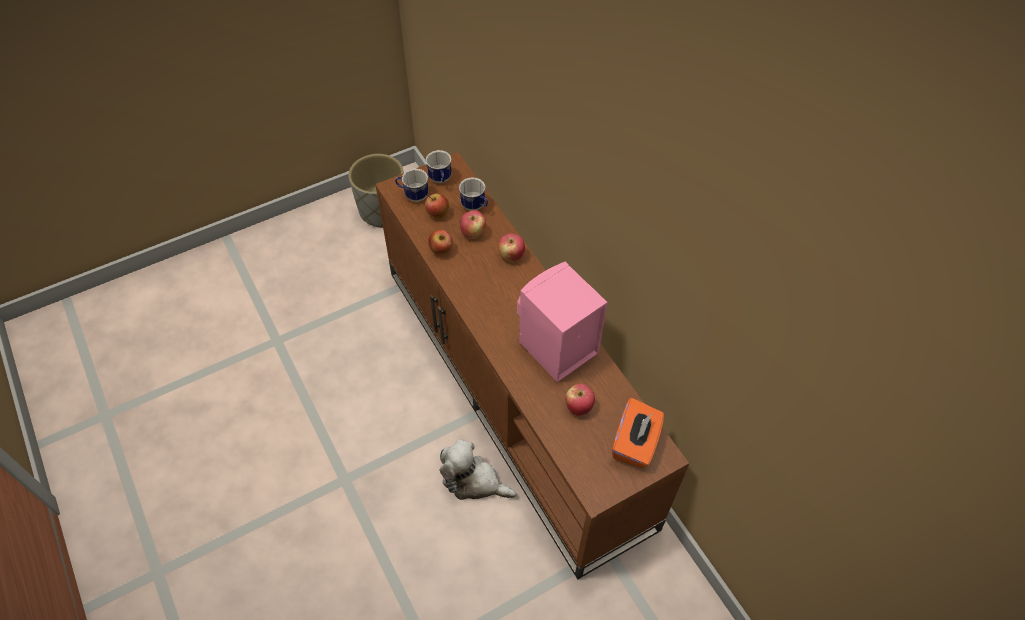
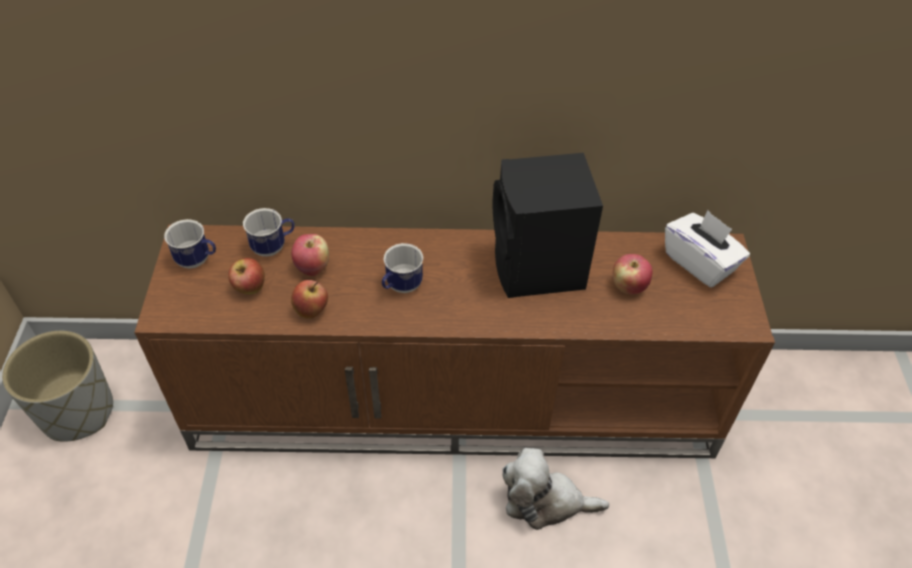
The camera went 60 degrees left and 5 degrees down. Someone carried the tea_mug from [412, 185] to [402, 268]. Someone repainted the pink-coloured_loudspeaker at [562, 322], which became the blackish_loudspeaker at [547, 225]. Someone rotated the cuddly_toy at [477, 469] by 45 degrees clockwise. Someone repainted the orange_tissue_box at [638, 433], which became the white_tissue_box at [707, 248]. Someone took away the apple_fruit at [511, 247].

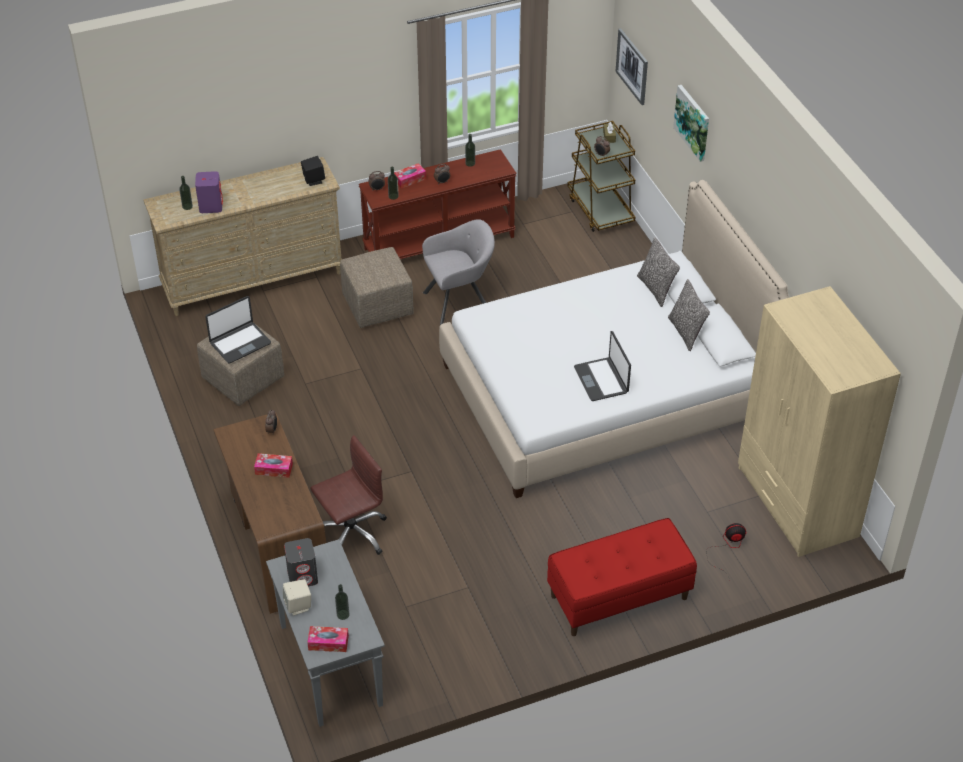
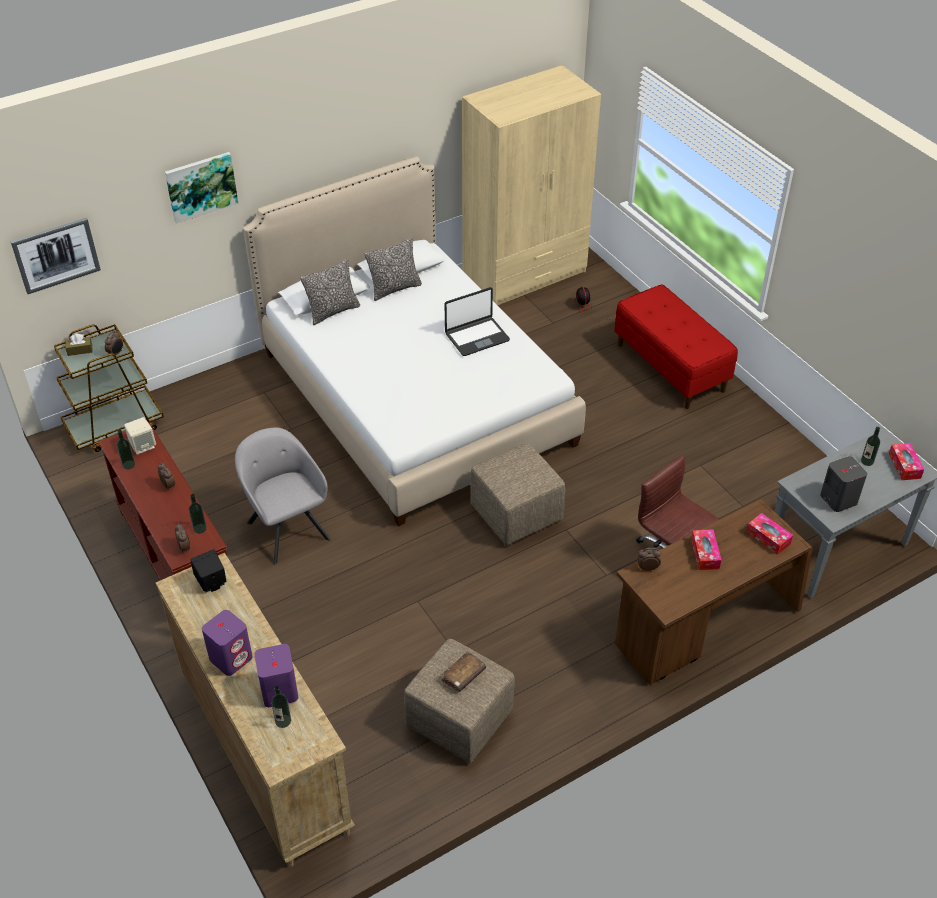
The camera went 100 degrees left and 0 degrees up. Someone carried the beige-coloured_loudspeaker from [297, 597] to [140, 436]. Someone put down the purple_loudspeaker at [227, 643]. Someone swapped the notebook_computer at [238, 329] for the brown_volume at [463, 671]. Someone carried the beige-coloured_pouffe from [377, 287] to [517, 494]. Someone carried the tissue_box from [410, 176] to [769, 534].

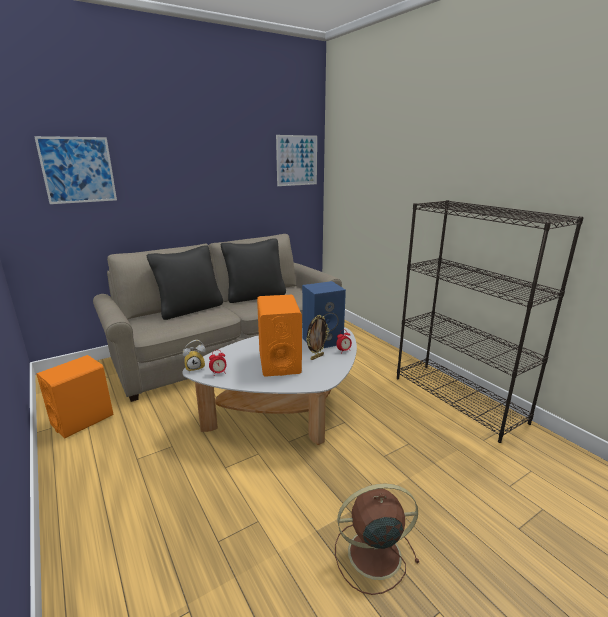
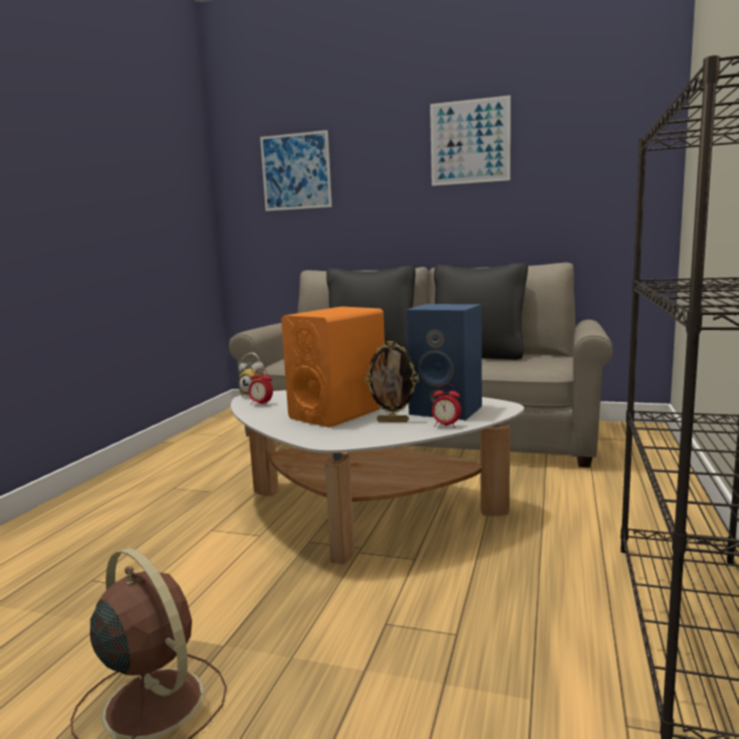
The camera went 50 degrees right and 10 degrees down. Someone carried the wall_picture from [296, 160] to [470, 140]. Someone took away the orange_loudspeaker at [74, 397].

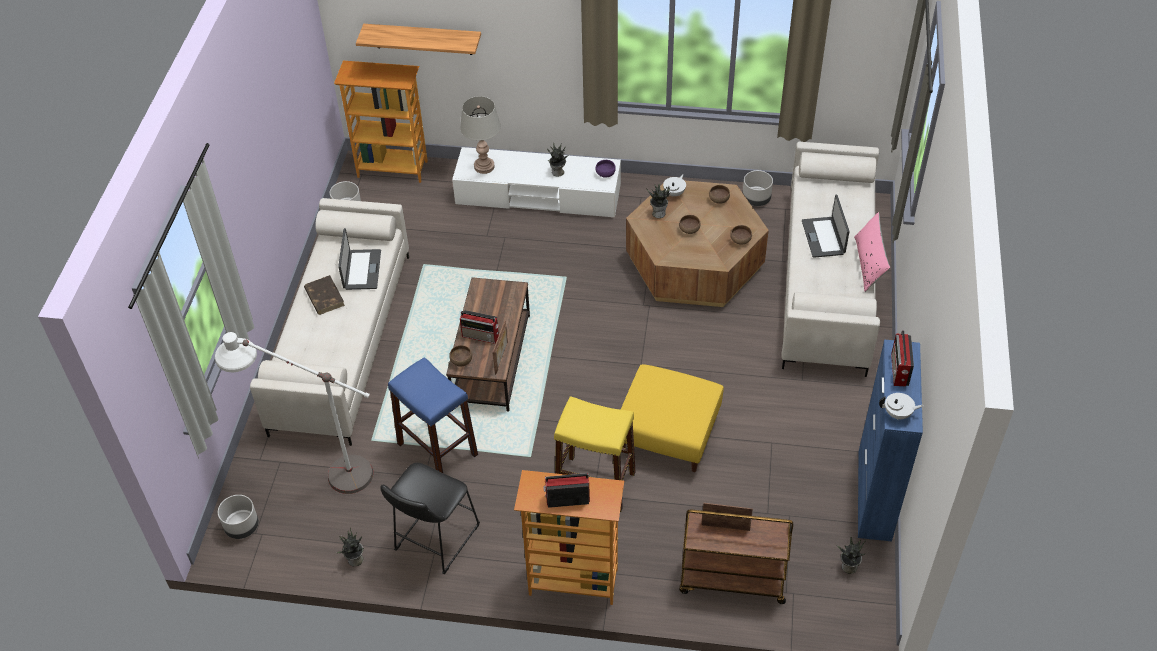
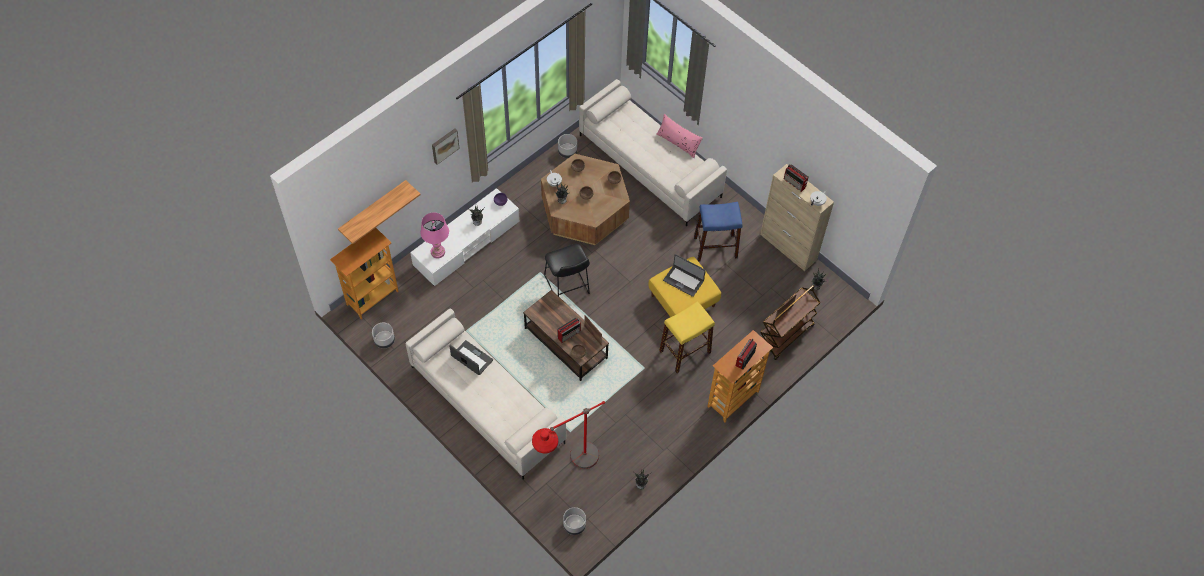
The camera went 55 degrees left and 10 degrees up. Someone repainted the gray_lamp_for_a_table at [480, 135], which became the pink-coloured_lamp_for_a_table at [434, 235]. Someone put up the wall_picture at [446, 147]. Someone repainted the white_floor_lamp at [294, 413], which became the red-coloured_floor_lamp at [568, 435]. Someone carried the blackish_stool from [430, 518] to [567, 270]. Someone carried the notebook_computer from [826, 226] to [684, 275]. Someone carried the blue-coloured_stool from [433, 415] to [718, 231]. Someone repainted the blue-coloured_cabinet at [890, 440], which became the beige-coloured_cabinet at [797, 217]. Someone took away the brown_volume at [324, 295].

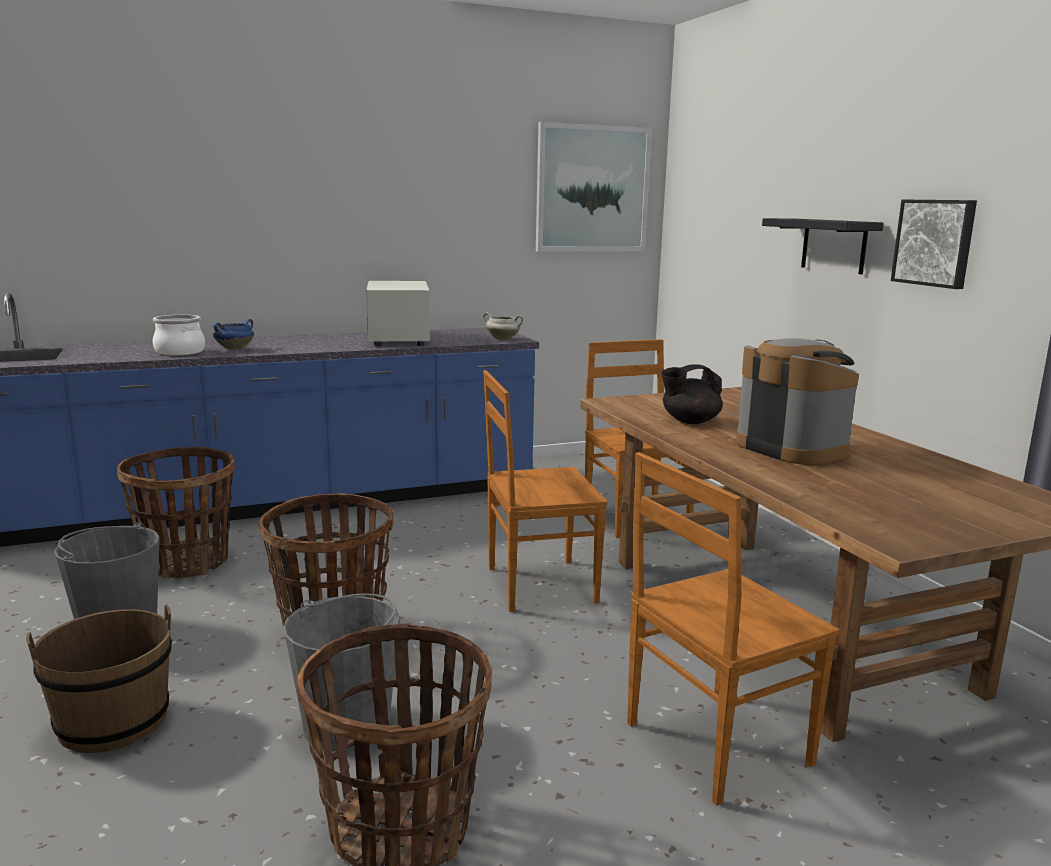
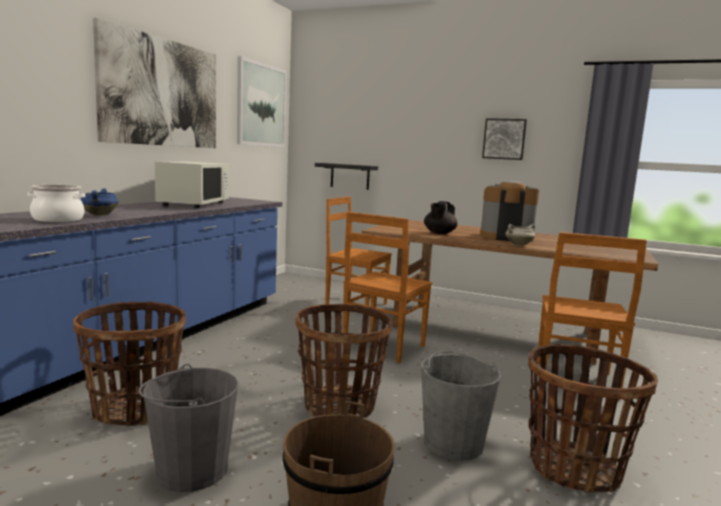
The camera went 45 degrees left and 5 degrees down. Someone put up the wall_picture at [154, 83]. Someone rotated the white_kitchen_microwave at [398, 313] by 120 degrees counterclockwise. Someone carried the blackish_wall_shelf from [823, 246] to [346, 176]. Someone carried the white_saucepot from [503, 326] to [520, 235].

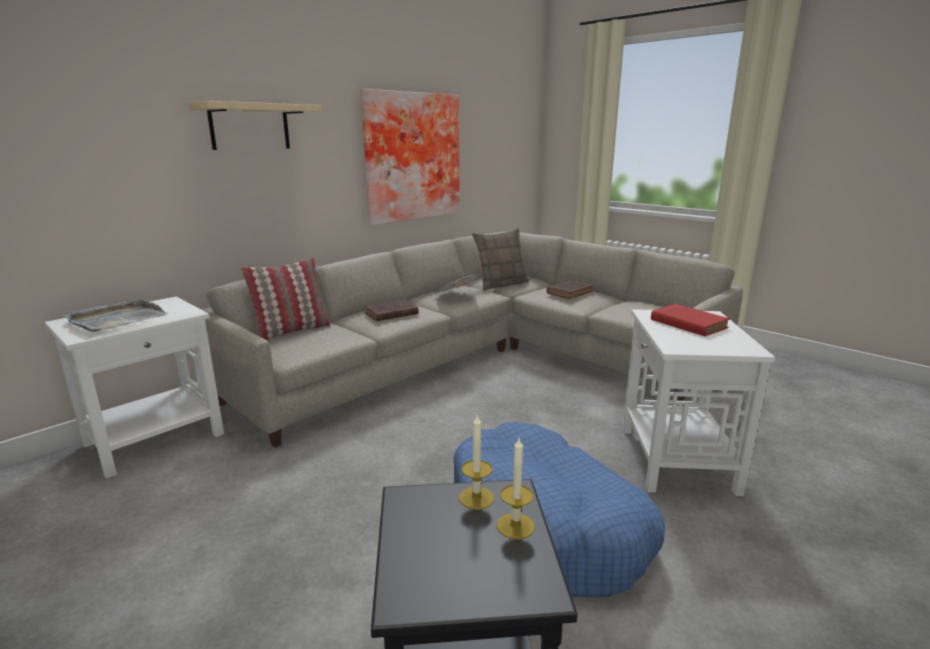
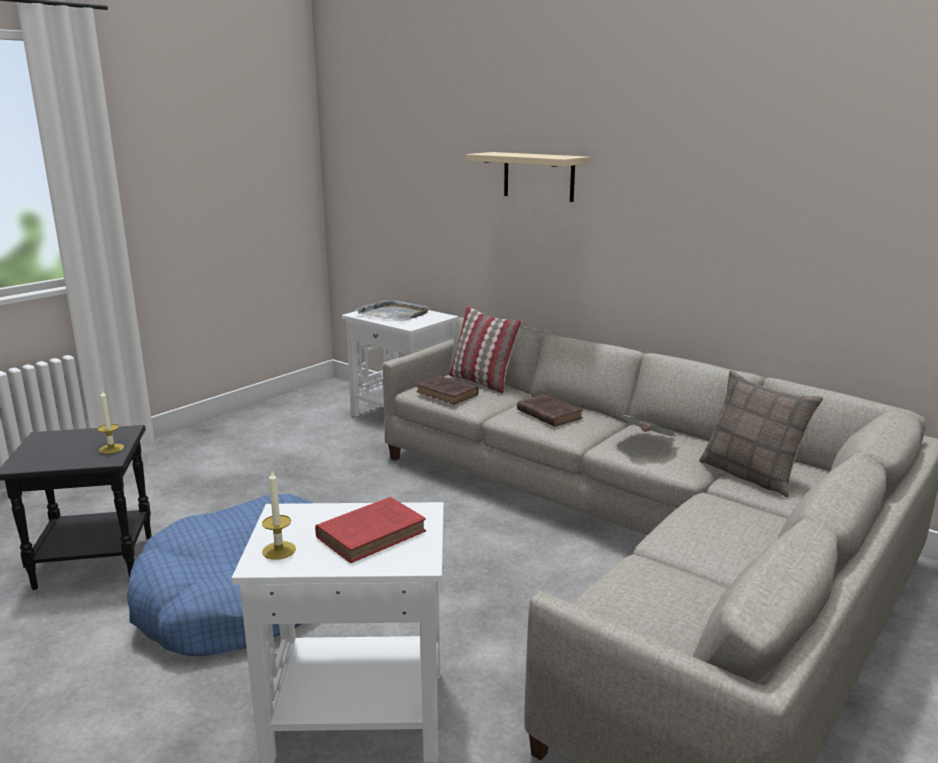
The camera went 85 degrees right and 0 degrees up. Someone carried the candle from [516, 489] to [279, 515]. Someone carried the brown_volume from [570, 289] to [447, 390]. Someone took away the wall_picture at [410, 157].

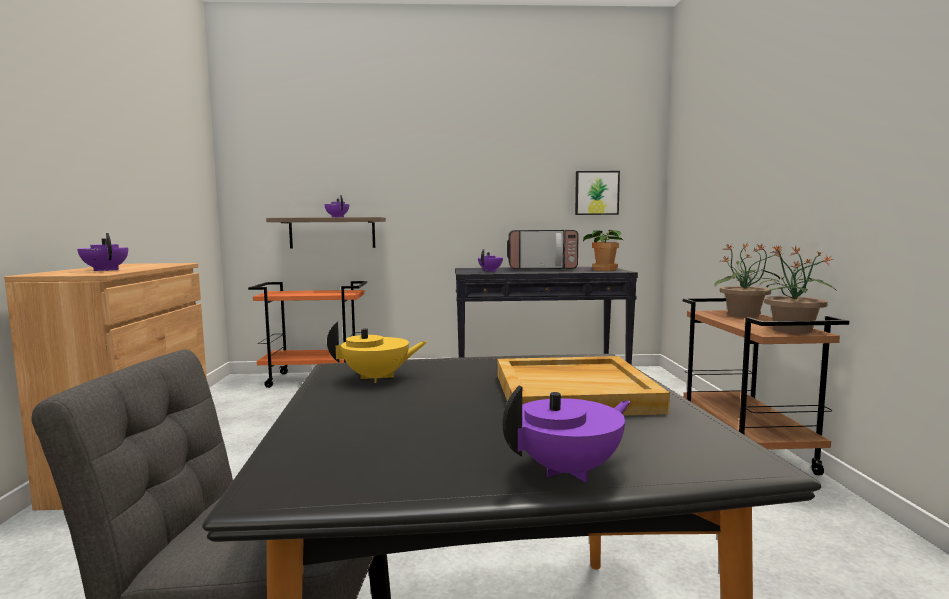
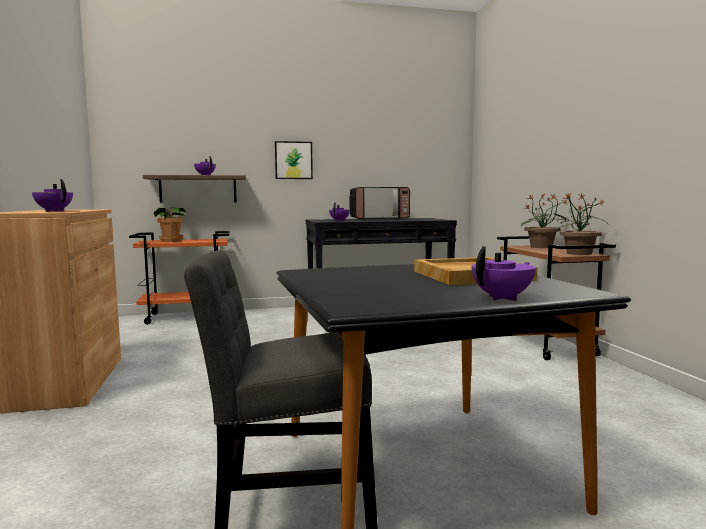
The camera went 10 degrees left and 0 degrees up. Someone carried the houseplant from [603, 250] to [170, 224]. Someone carried the wall_picture from [597, 193] to [294, 160]. Someone took away the yellow-coloured_teapot at [377, 352].

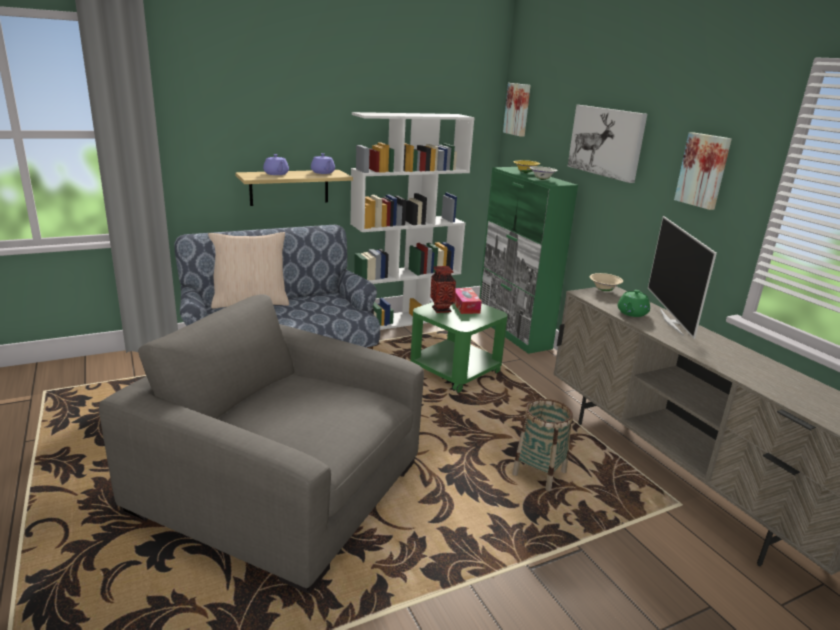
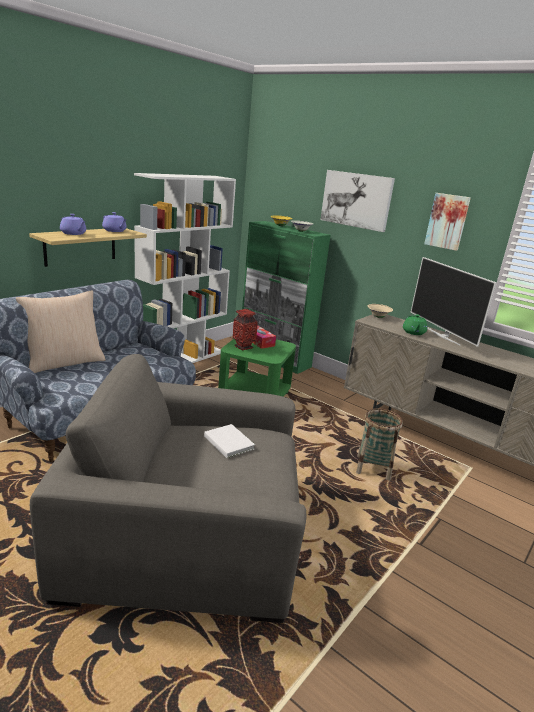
The camera went 25 degrees left and 0 degrees up. Someone put down the white_volume at [229, 441]. Someone took away the wall_picture at [517, 110].

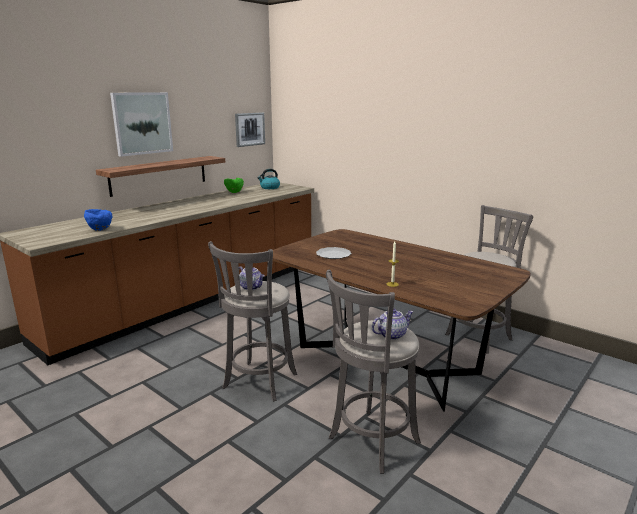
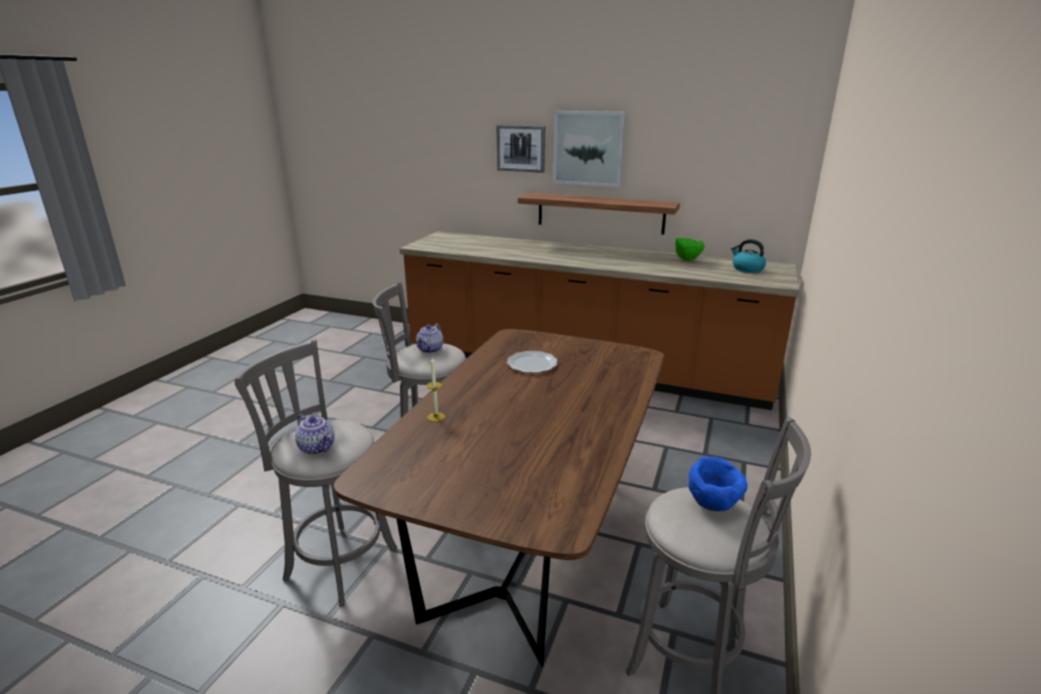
The camera went 70 degrees right and 5 degrees up. Someone carried the wall_picture from [250, 129] to [520, 149]. Someone carried the blue-coloured_serving_bowl from [98, 220] to [718, 484].

